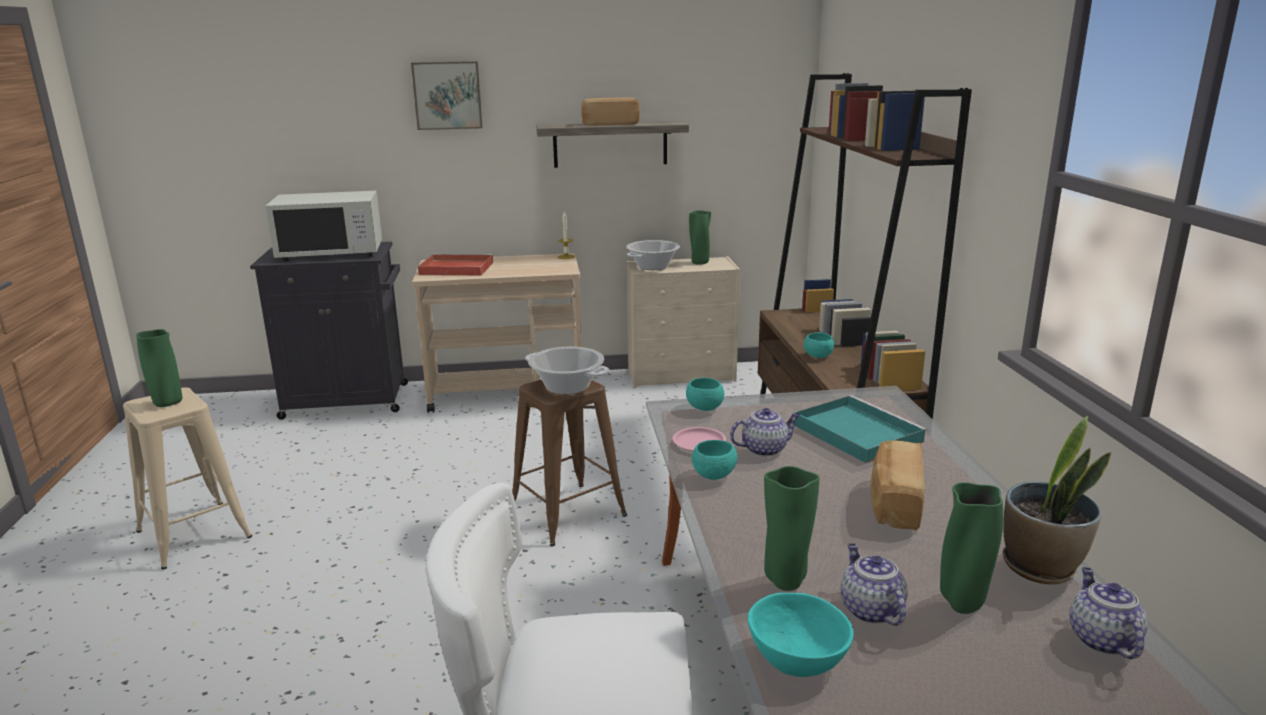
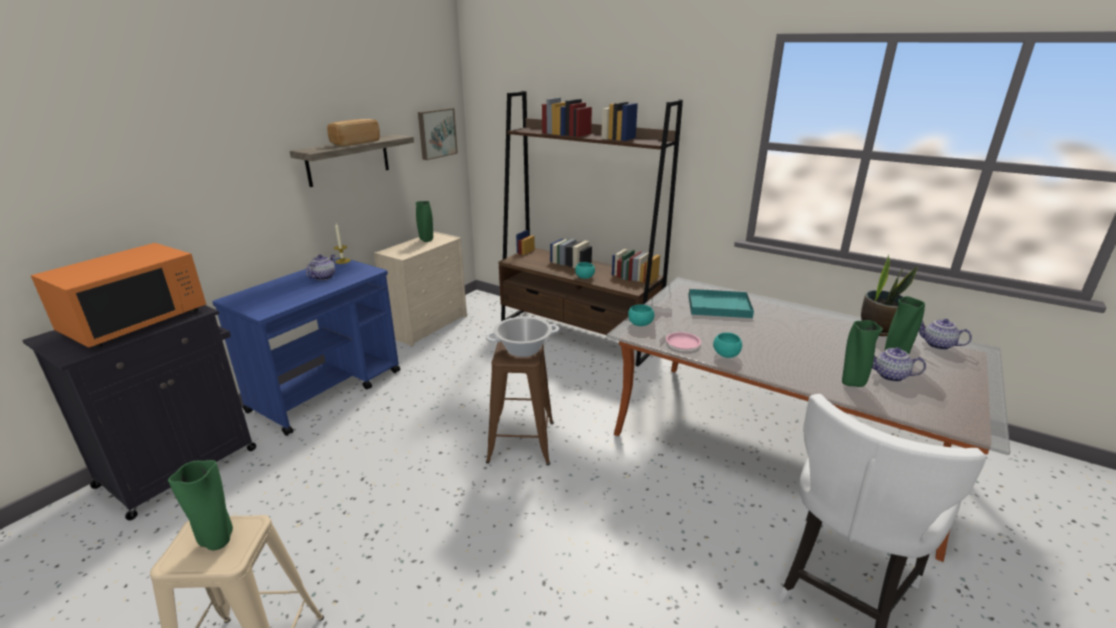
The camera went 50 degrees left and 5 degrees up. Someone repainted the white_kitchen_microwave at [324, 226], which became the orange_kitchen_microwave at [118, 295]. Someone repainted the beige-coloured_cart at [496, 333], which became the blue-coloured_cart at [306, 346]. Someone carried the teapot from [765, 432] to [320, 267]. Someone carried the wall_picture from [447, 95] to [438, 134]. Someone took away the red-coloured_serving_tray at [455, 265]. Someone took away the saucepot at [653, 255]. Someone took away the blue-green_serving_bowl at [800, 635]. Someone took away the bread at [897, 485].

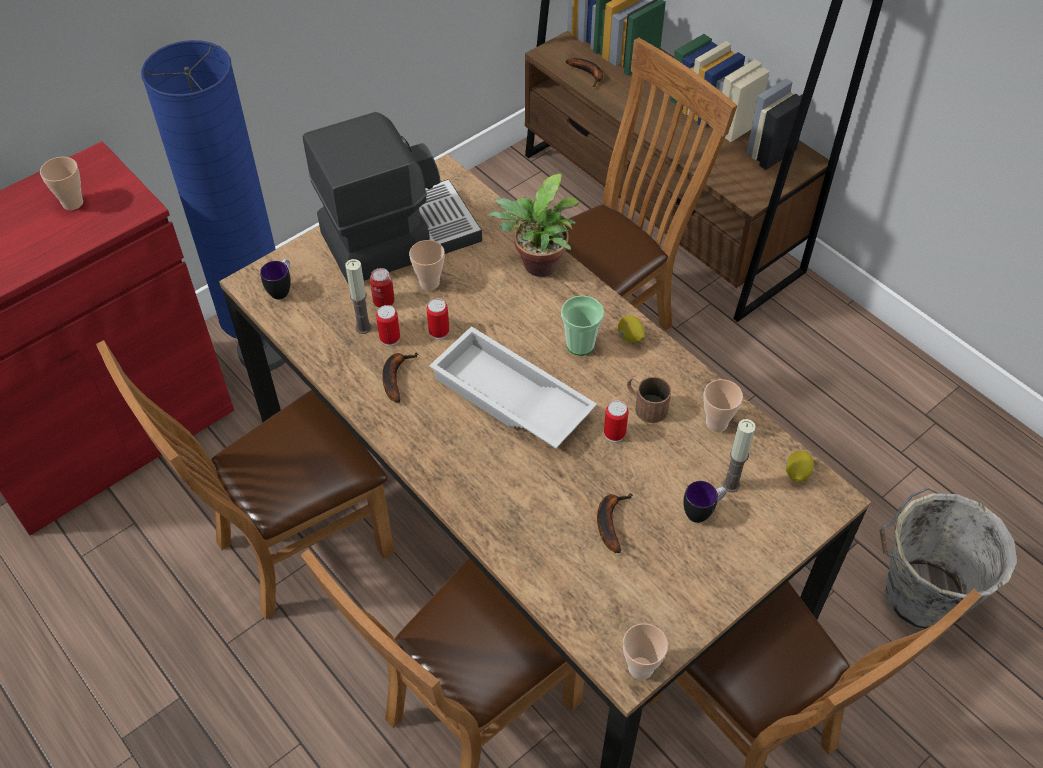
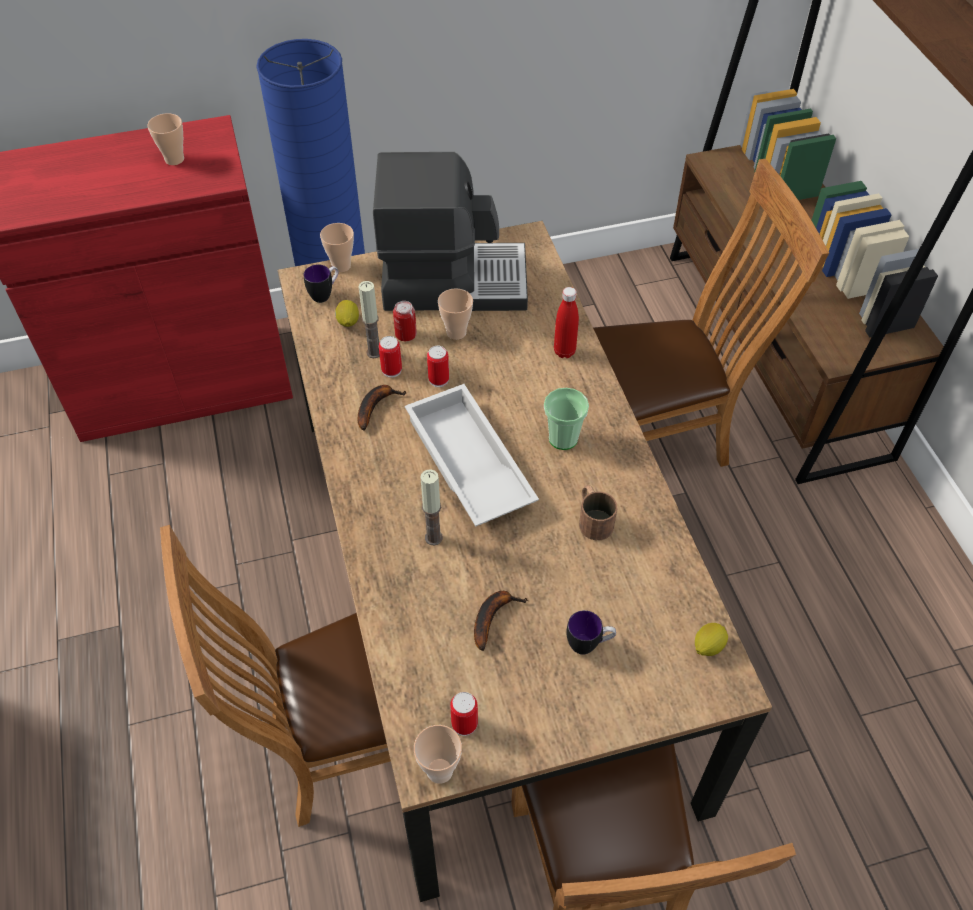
The camera went 25 degrees right and 0 degrees up. Someone carried the cup from [723, 405] to [337, 247]. Someone carried the whole_lemon from [631, 329] to [347, 313]. Someone carried the candle from [739, 455] to [432, 507]. Someone carried the metal_can from [616, 421] to [464, 714]. Someone swapped the houseplant at [533, 225] for the red-coloured_drink_bottle at [566, 322]. Someone took away the brown_plain_chair at [245, 480]. Someone took away the banana at [584, 72]. Someone took away the gray_pail at [948, 559].

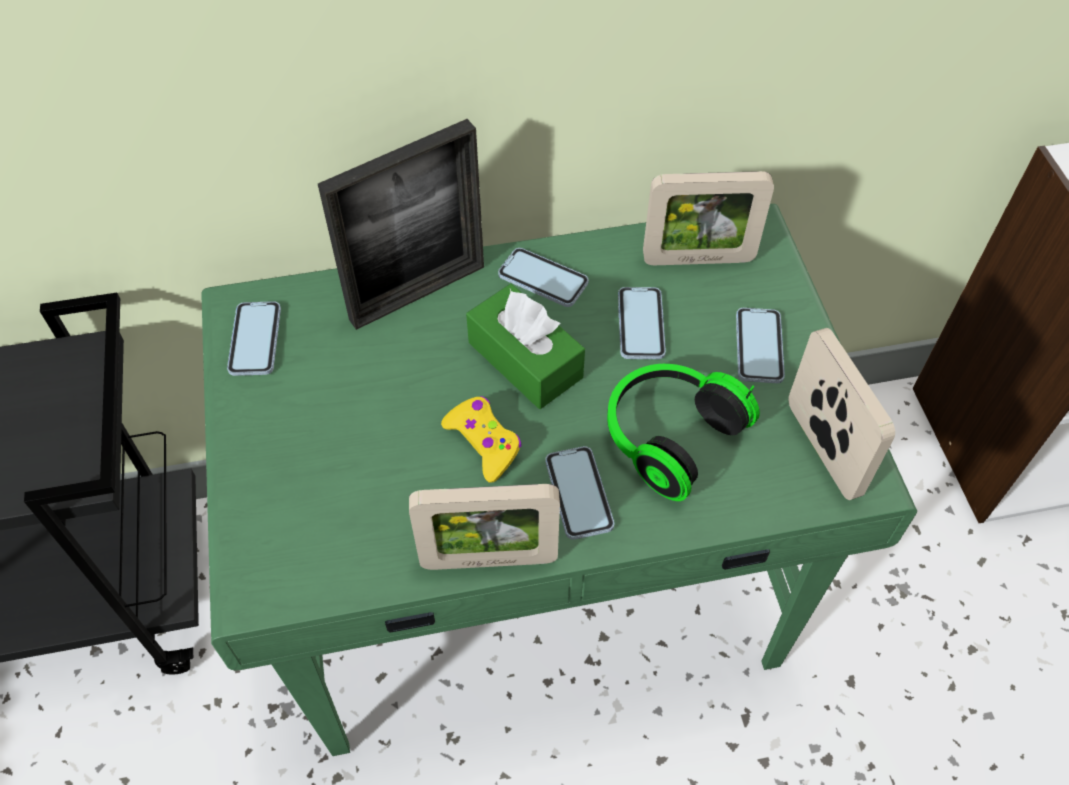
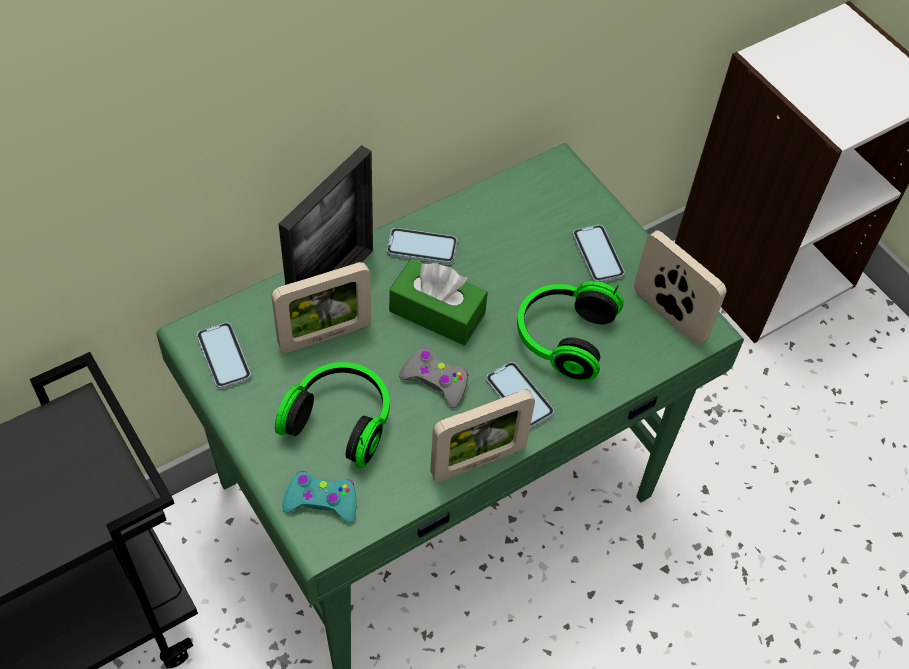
The camera went 25 degrees left and 0 degrees up. Someone carried the standing_frame from [708, 218] to [321, 307]. Someone put down the pair_of_headphones at [332, 415]. Someone put down the blue-green_joypad at [319, 497]. Someone repainted the yellow-coloured_joypad at [481, 439], which became the gray_joypad at [433, 378]. Someone took away the phone at [642, 323].

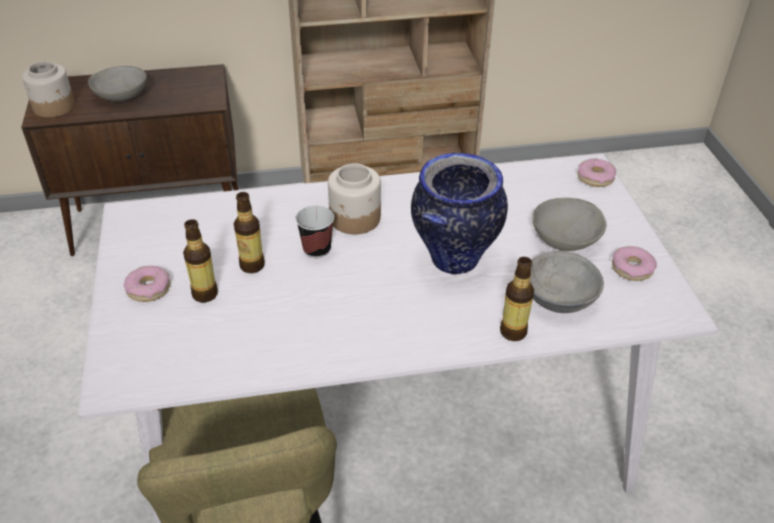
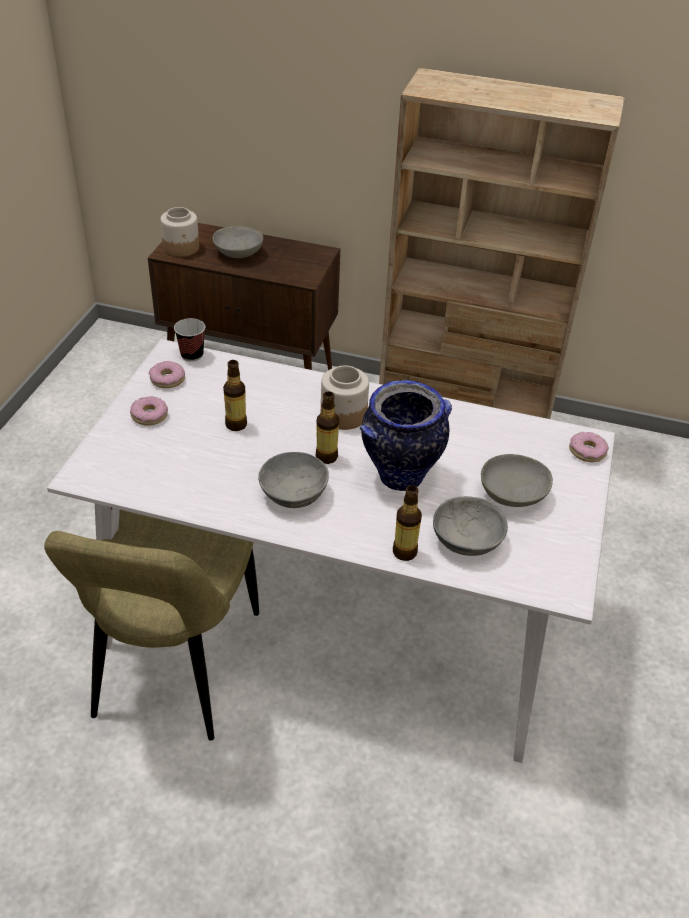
The camera went 25 degrees right and 0 degrees up. Someone carried the ring_doughnut from [634, 263] to [167, 374]. Someone carried the cup from [315, 231] to [189, 340]. Someone put down the gray_serving_bowl at [293, 480]. Someone carried the drink_bottle from [200, 260] to [327, 428].

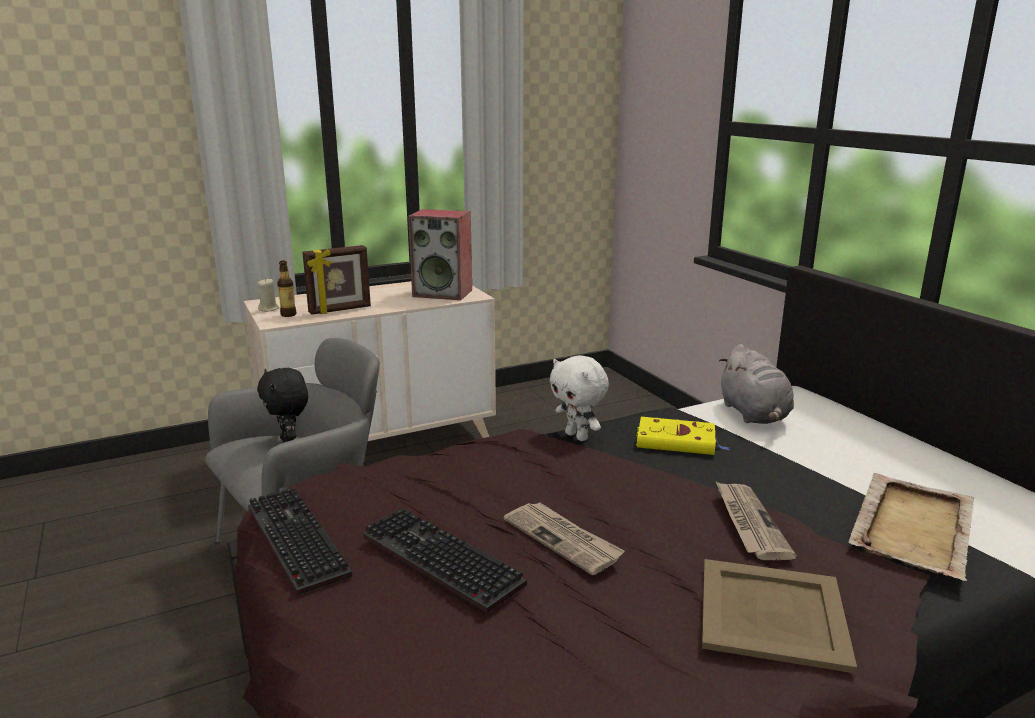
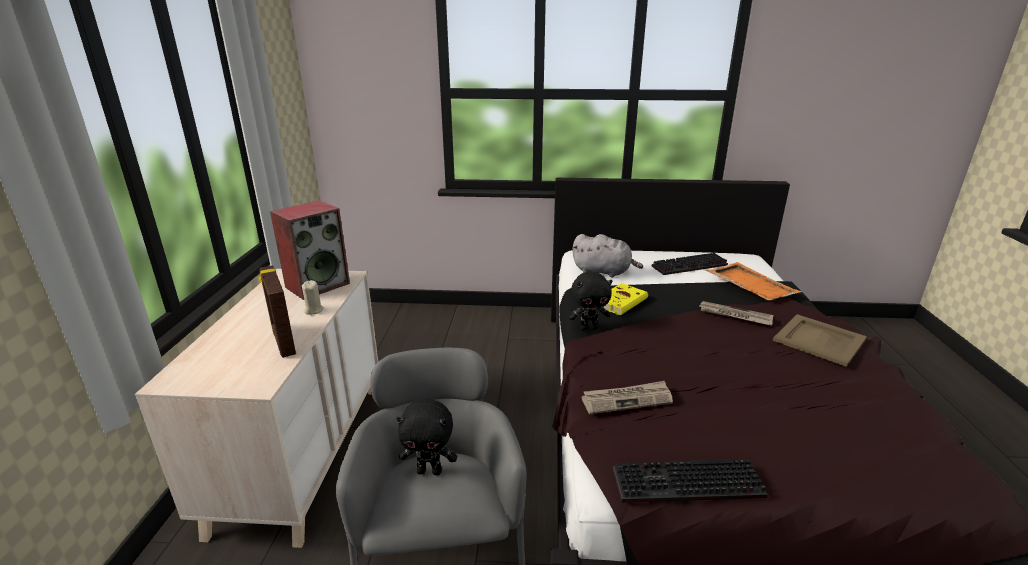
The camera went 60 degrees left and 5 degrees up. Someone rotated the standing_frame at [336, 280] by 150 degrees clockwise. Someone carried the beige-coloured_candle from [268, 295] to [312, 297]. Someone repainted the white_cuddly_toy at [579, 398], which became the blackish_cuddly_toy at [590, 301]. Someone carried the daily_paper from [564, 538] to [627, 397]. Someone carried the PC_keyboard from [445, 560] to [690, 264]. Someone repainted the beige-coloured_serving_tray at [911, 527], which became the orange_serving_tray at [754, 281]. Someone took away the drink_bottle at [286, 289].

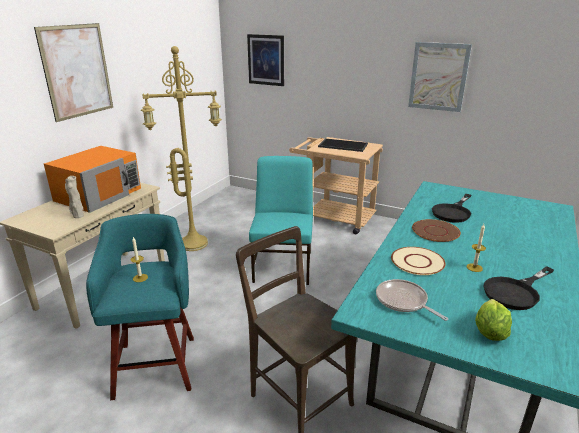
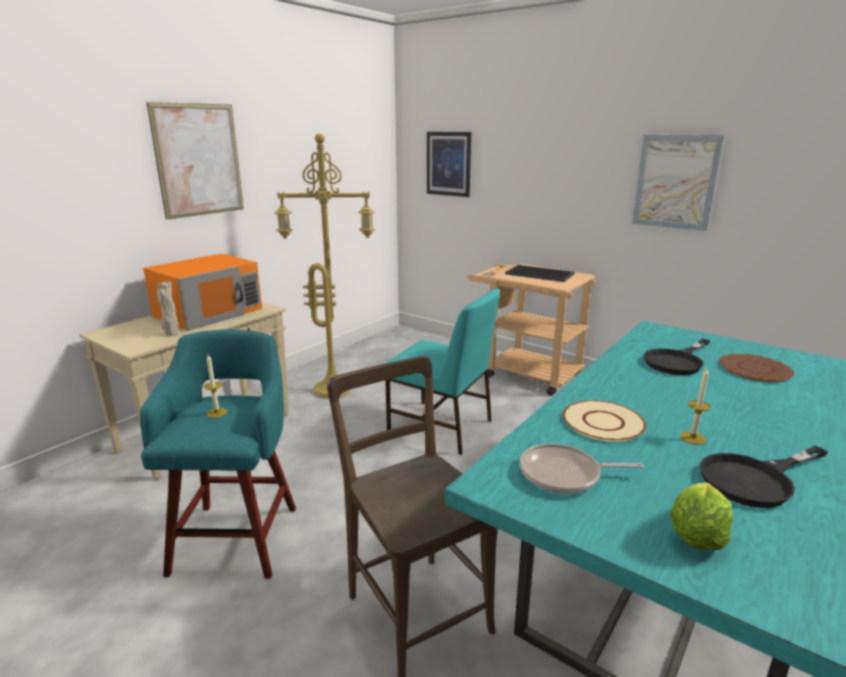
The camera went 10 degrees right and 5 degrees down. Someone rotated the blue-green_plain_chair at [281, 220] by 105 degrees clockwise. Someone rotated the frying_pan at [412, 300] by 60 degrees counterclockwise. Someone carried the brown_dinner_plate from [436, 230] to [756, 368].

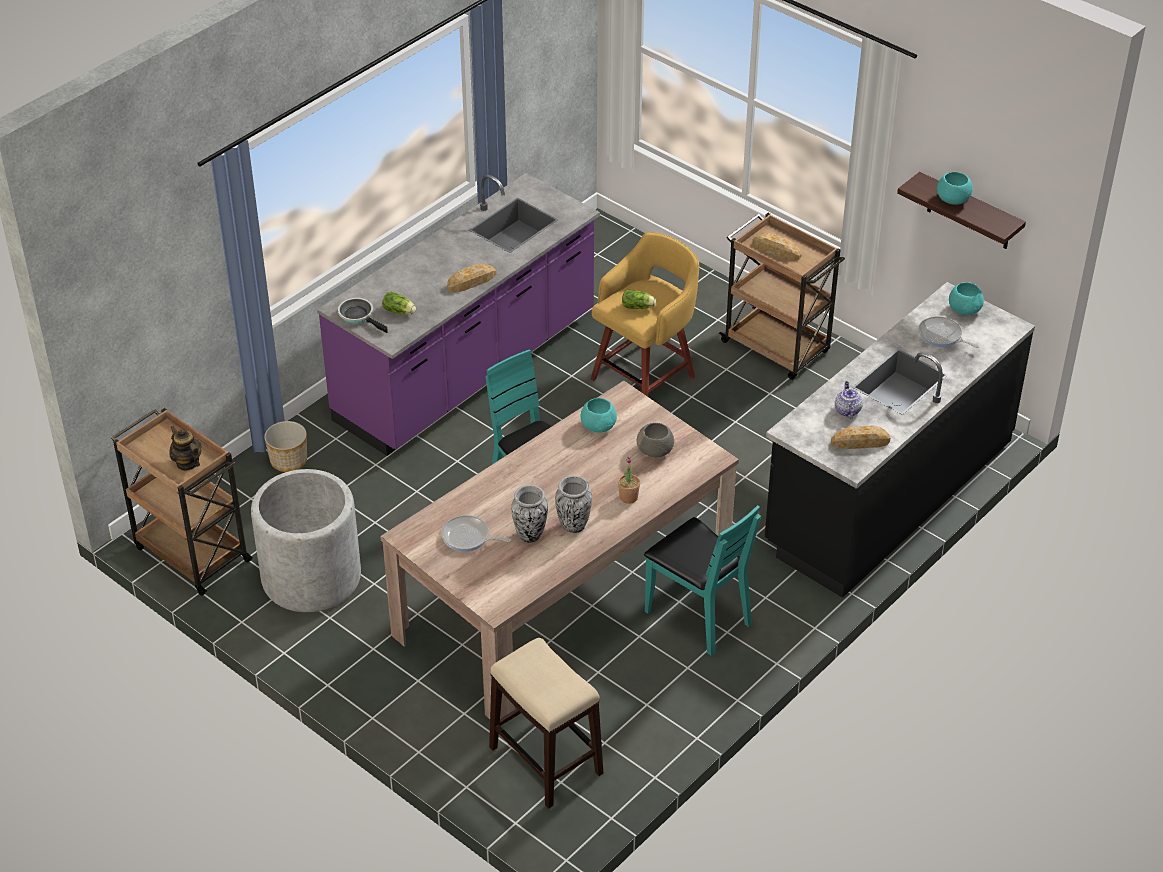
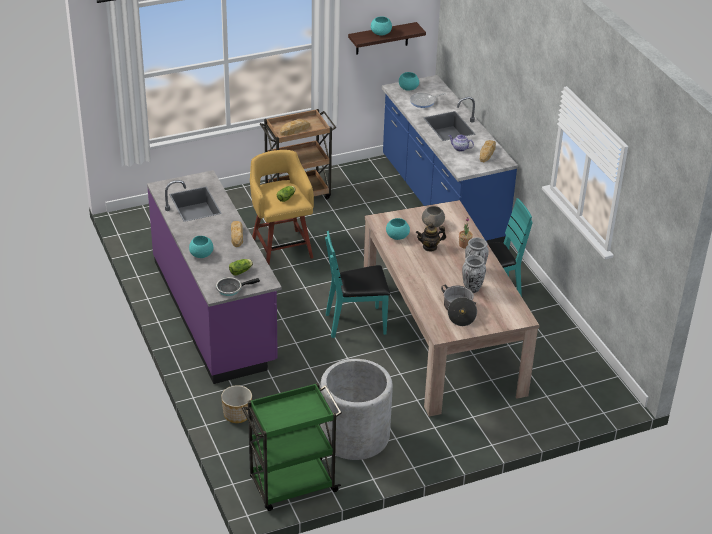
The camera went 65 degrees left and 5 degrees down. Someone put down the blue-green_serving_bowl at [201, 247]. Someone repainted the brown_cart at [182, 502], which became the green-coloured_cart at [292, 447]. Someone repainted the blackish_kitchen_base_unit at [900, 440], which became the blue-coloured_kitchen_base_unit at [450, 159]. Someone carried the teapot from [185, 448] to [431, 238]. Someone swapped the frying_pan at [476, 533] for the saucepot at [459, 305]. Someone took away the stool at [546, 723].

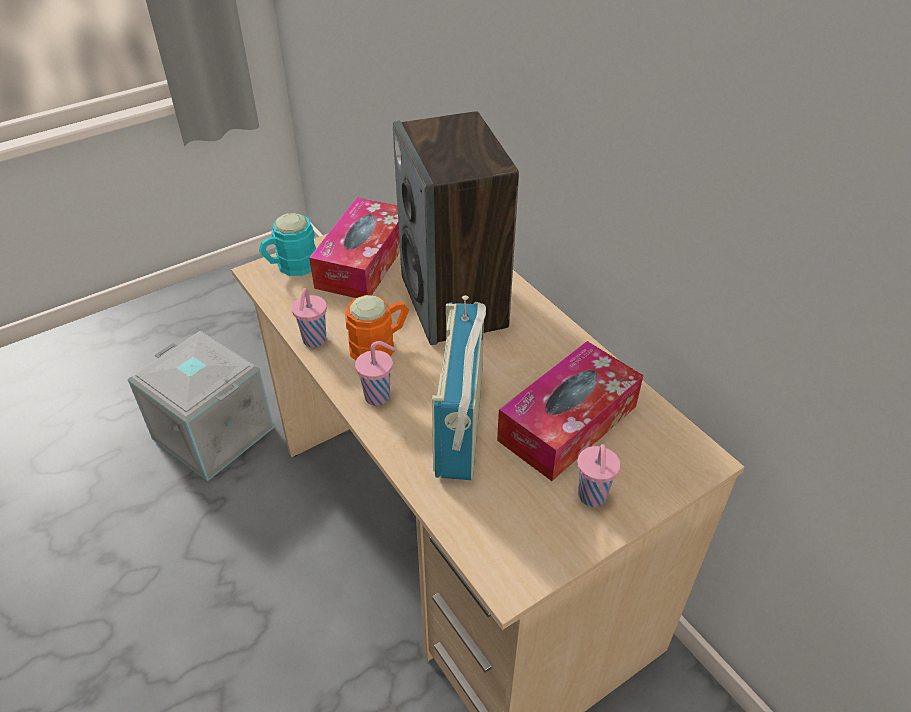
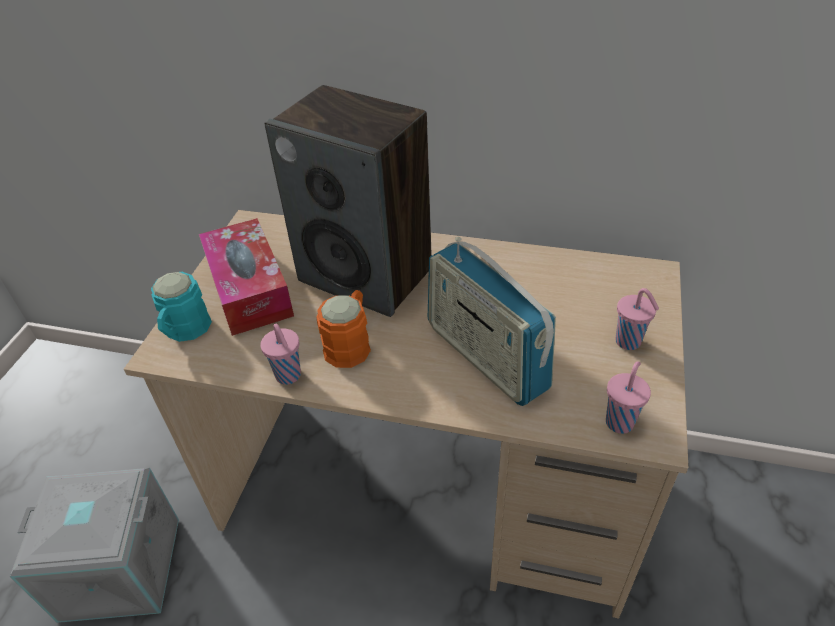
The camera went 40 degrees left and 0 degrees up. Someone carried the pink-coloured_cup from [375, 373] to [628, 397]. Someone took away the tissue_box at [570, 411].

